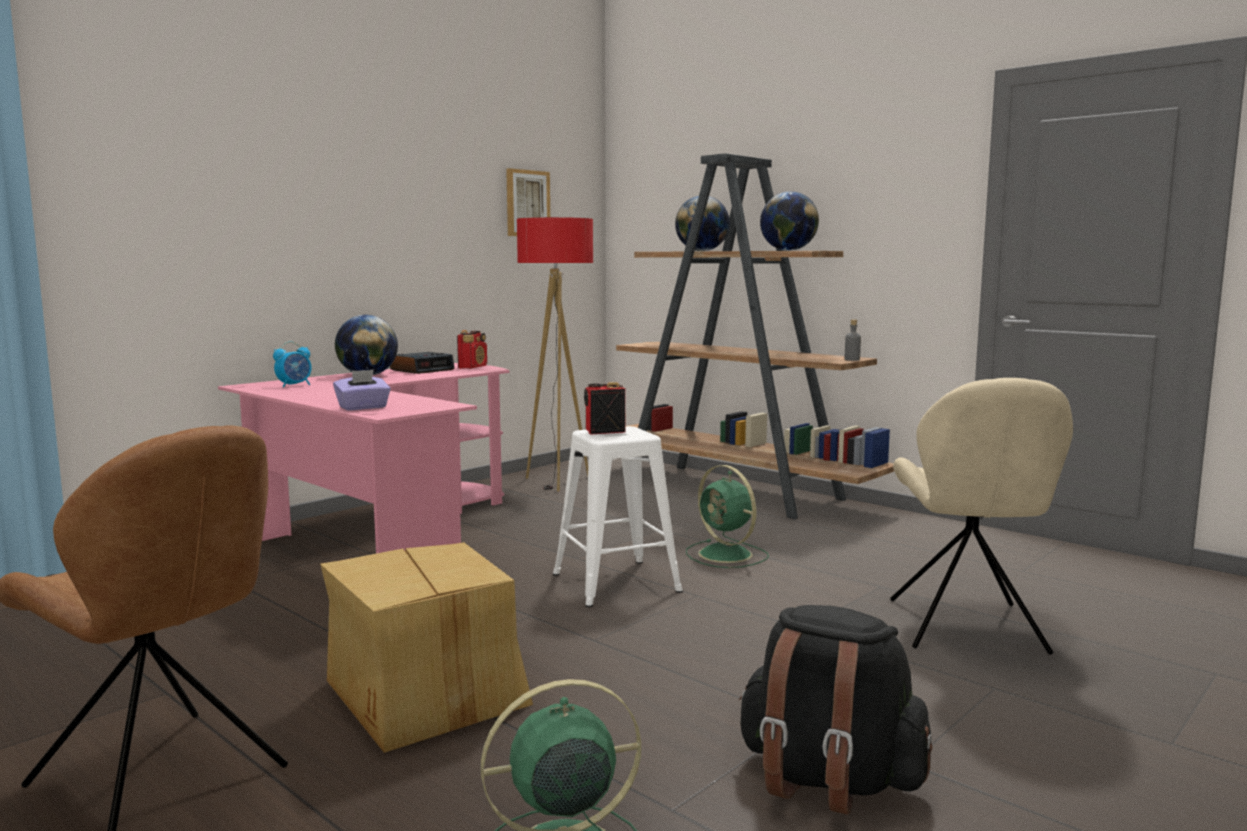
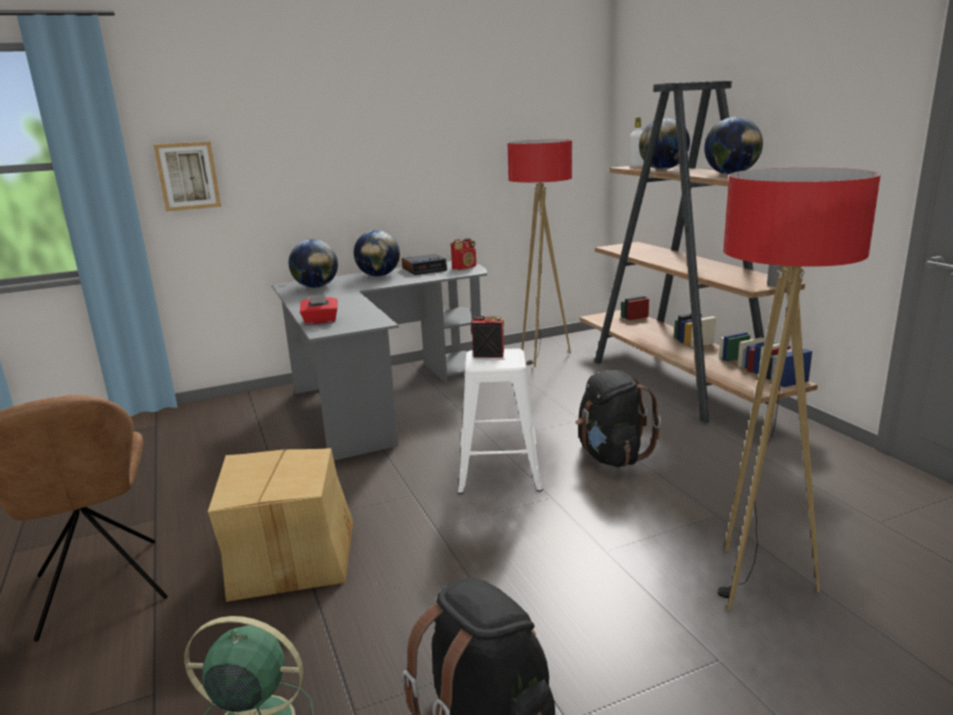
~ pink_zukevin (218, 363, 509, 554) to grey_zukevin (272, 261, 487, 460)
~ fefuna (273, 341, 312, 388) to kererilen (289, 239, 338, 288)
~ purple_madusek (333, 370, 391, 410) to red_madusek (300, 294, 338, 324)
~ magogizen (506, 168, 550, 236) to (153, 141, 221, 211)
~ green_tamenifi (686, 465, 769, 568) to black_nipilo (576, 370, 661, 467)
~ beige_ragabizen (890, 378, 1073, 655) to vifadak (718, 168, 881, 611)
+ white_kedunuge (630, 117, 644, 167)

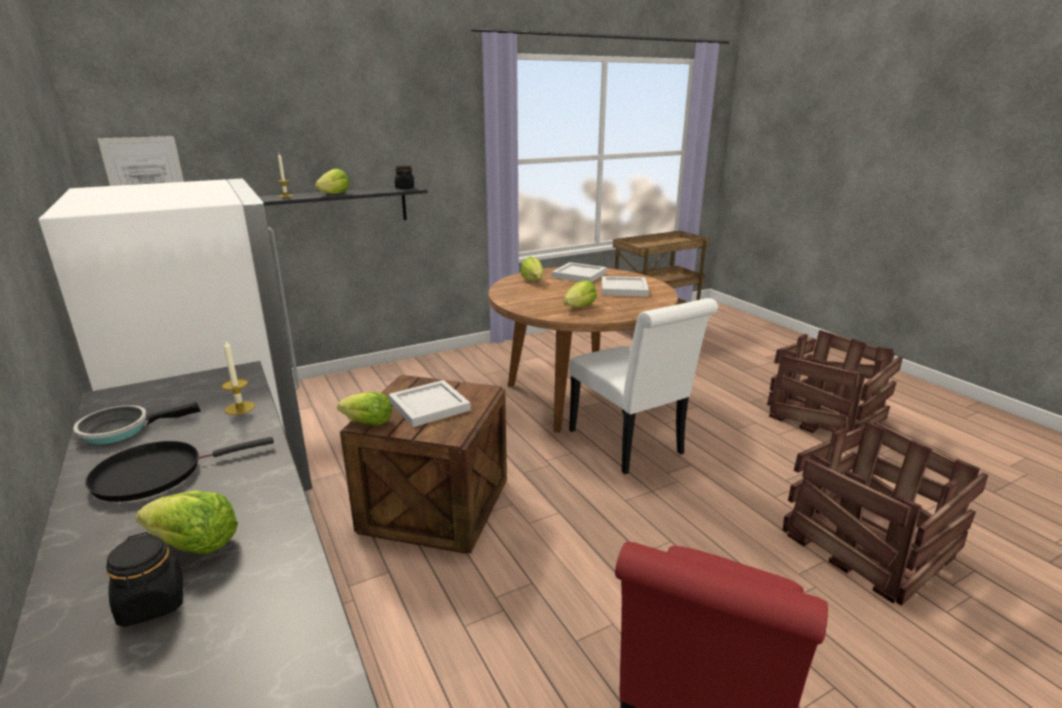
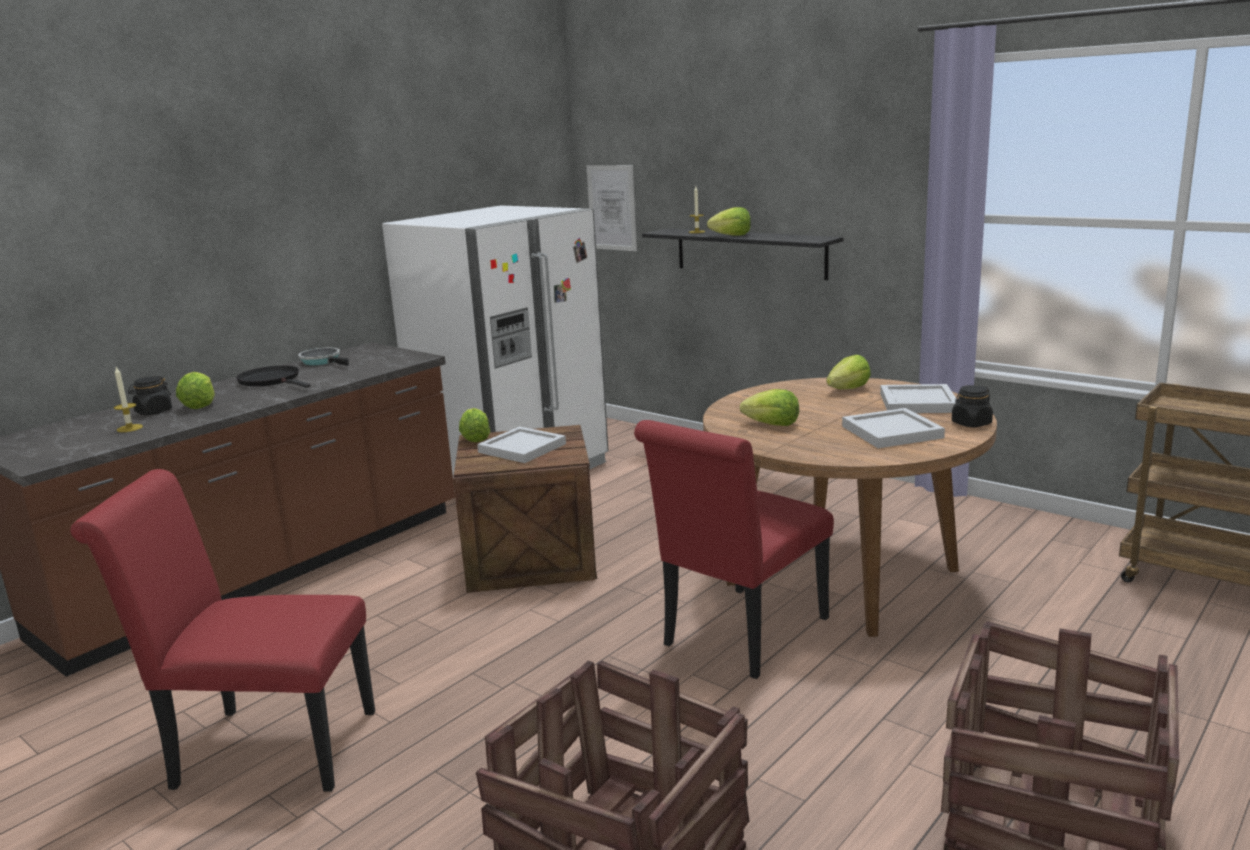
~ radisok (222, 339, 255, 415) to (114, 367, 143, 432)
~ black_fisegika (395, 165, 414, 189) to (952, 385, 993, 427)
~ white_ragabizen (569, 298, 718, 474) to red_ragabizen (634, 420, 834, 679)

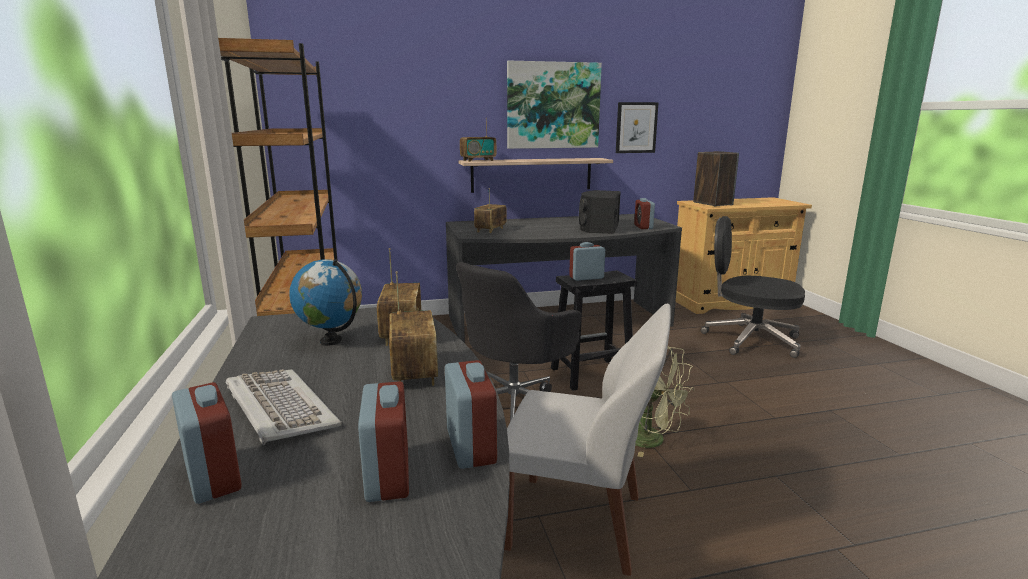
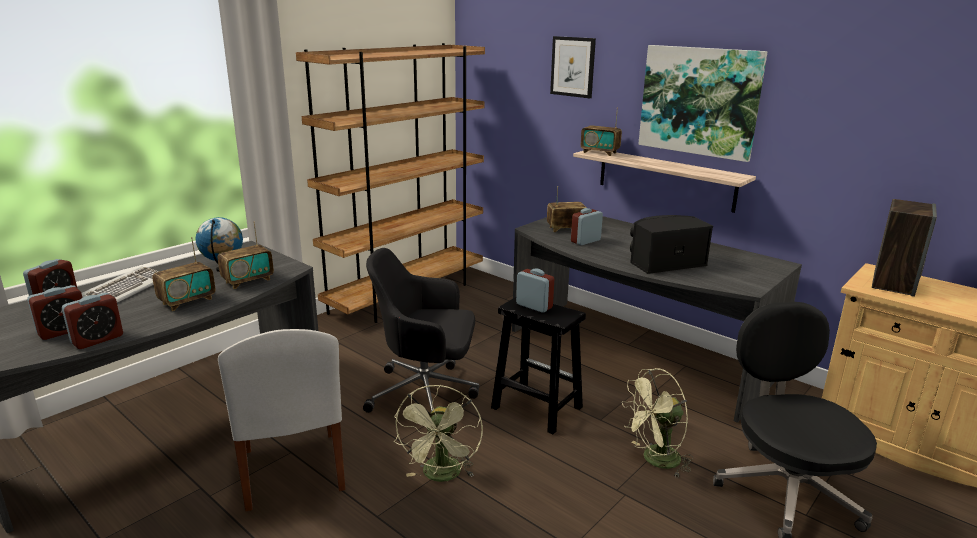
~ magogizen (616, 102, 659, 153) to (550, 36, 596, 98)
~ fefuna (634, 198, 655, 229) to (571, 208, 603, 245)
+ green_tamenifi (622, 368, 694, 477)

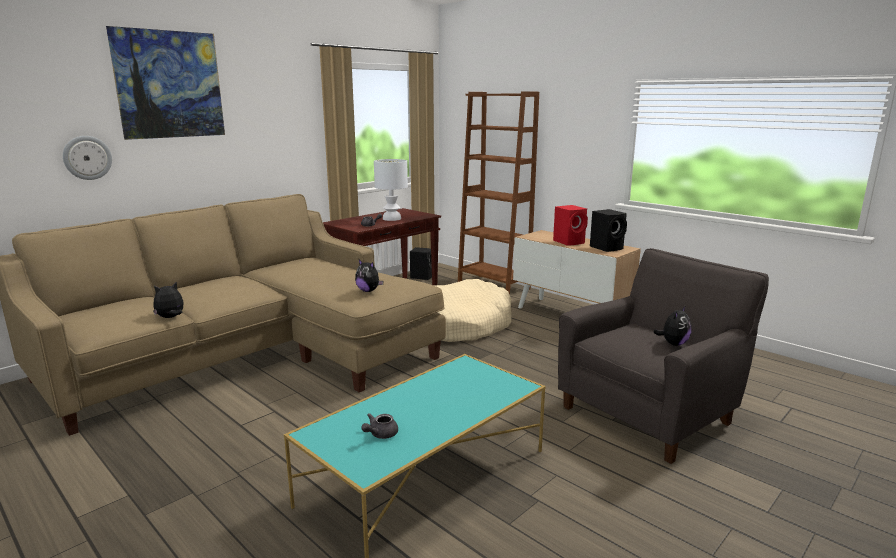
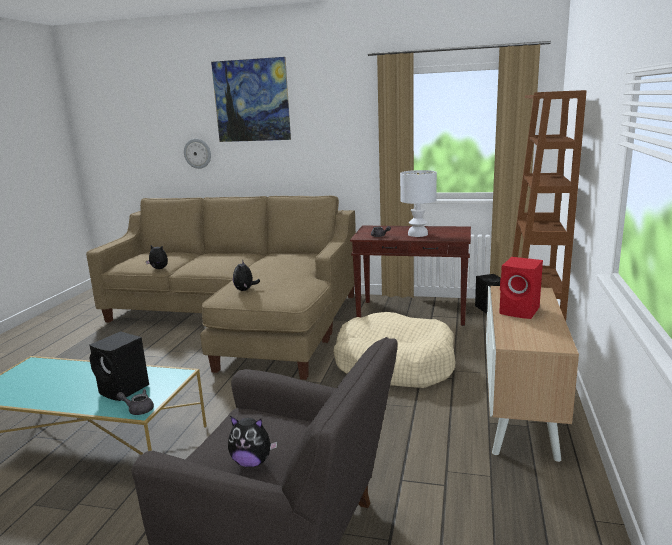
~ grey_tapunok (361, 413, 398, 439) to (116, 389, 154, 415)
~ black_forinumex (590, 209, 627, 252) to (89, 331, 149, 401)

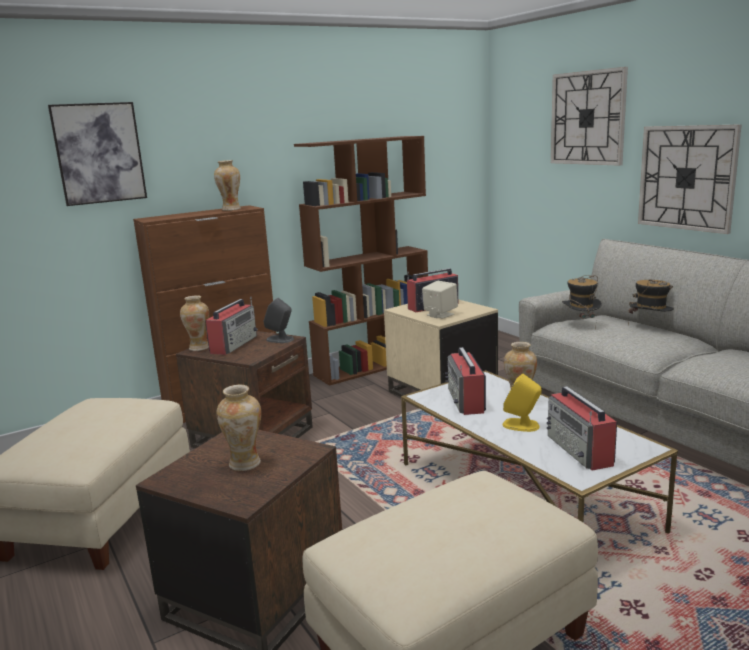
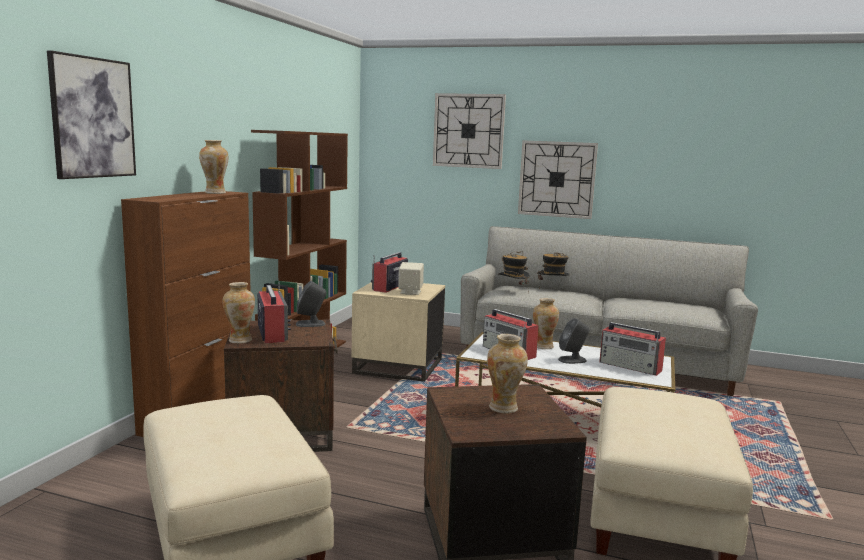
~ yellow_forinumex (502, 374, 542, 432) to grey_forinumex (558, 318, 590, 364)

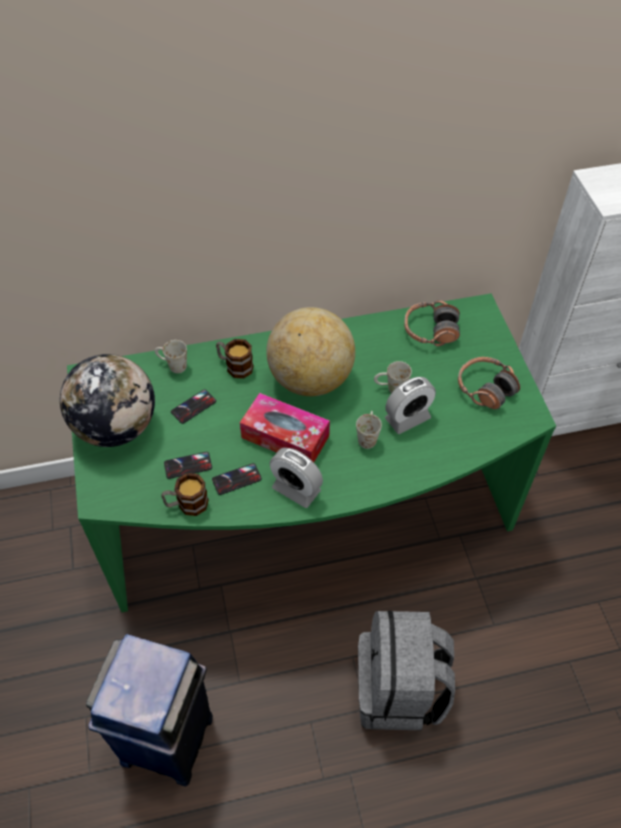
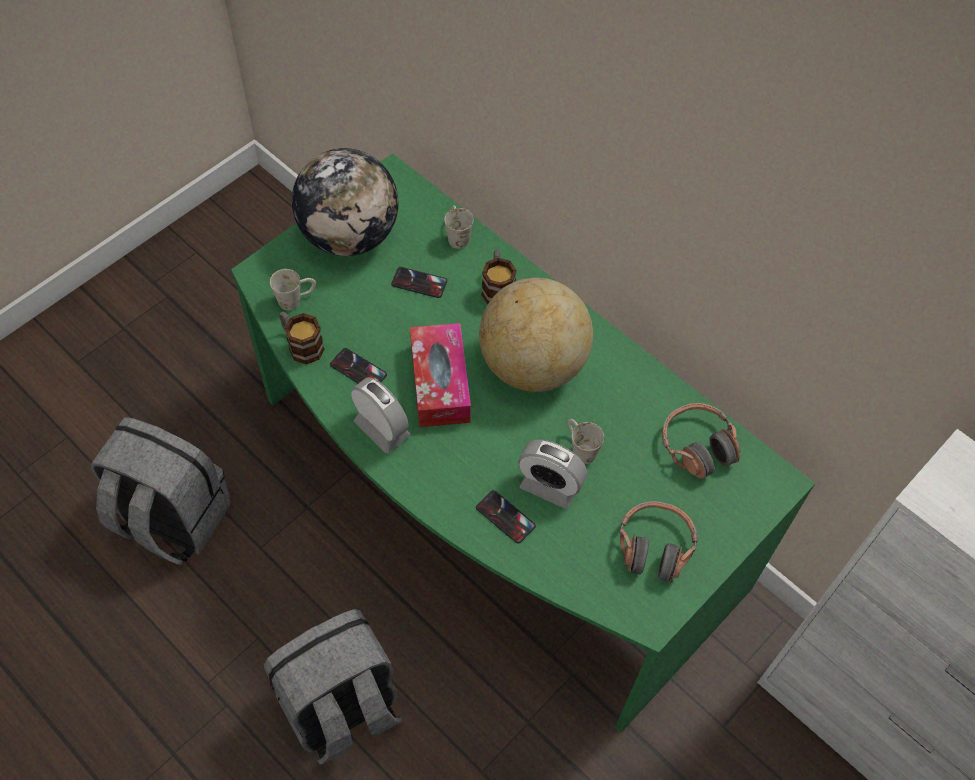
~ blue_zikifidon (86, 634, 213, 787) to grey_nipilo (91, 417, 231, 565)
~ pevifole (164, 452, 212, 479) to (476, 490, 536, 544)
~ fefuna (270, 448, 323, 508) = (352, 377, 410, 453) 135 degrees clockwise
~ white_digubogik (356, 411, 382, 449) to (270, 269, 316, 310)

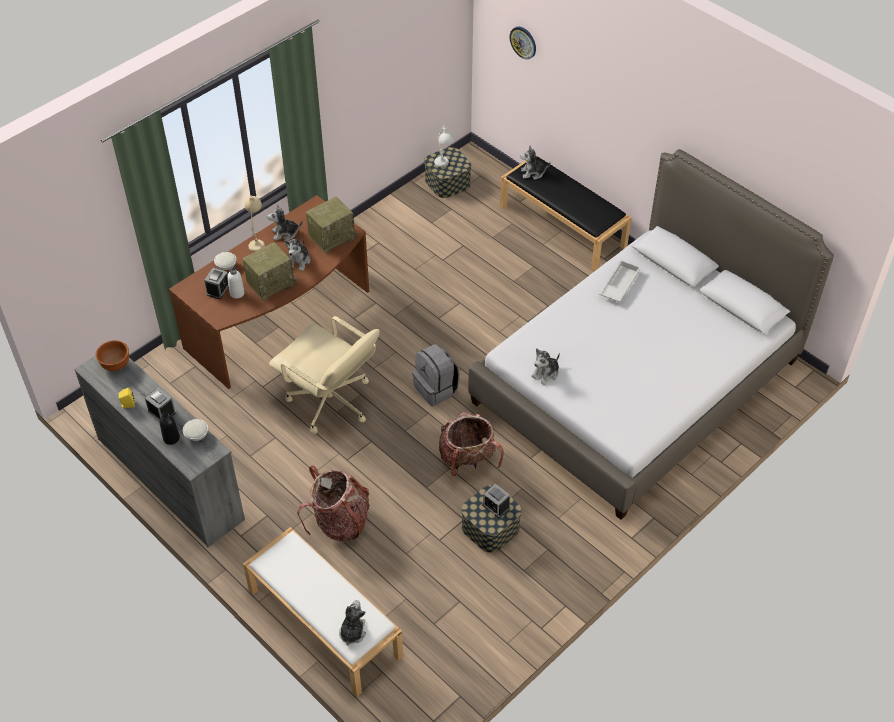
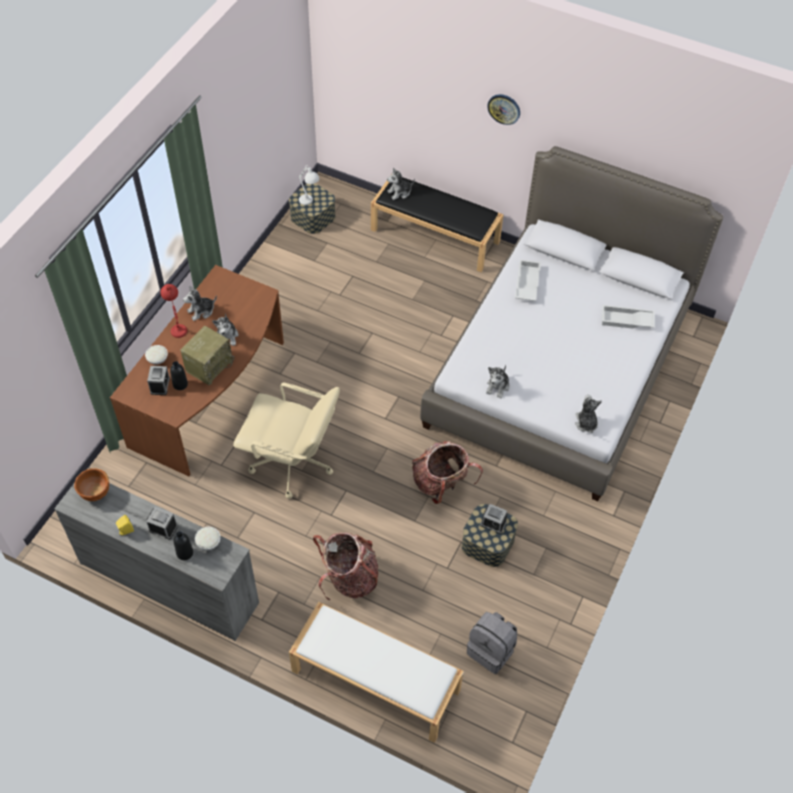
~ white_kedunuge (228, 267, 245, 299) to black_kedunuge (170, 361, 188, 390)
~ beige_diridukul (244, 195, 265, 252) to red_diridukul (161, 284, 187, 338)
- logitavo (306, 197, 357, 253)
~ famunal (339, 600, 366, 646) to (575, 395, 602, 433)
~ grey_nipilo (412, 344, 460, 406) to (467, 612, 517, 674)
~ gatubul (509, 27, 536, 59) to (487, 94, 520, 125)
+ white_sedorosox (602, 305, 655, 329)

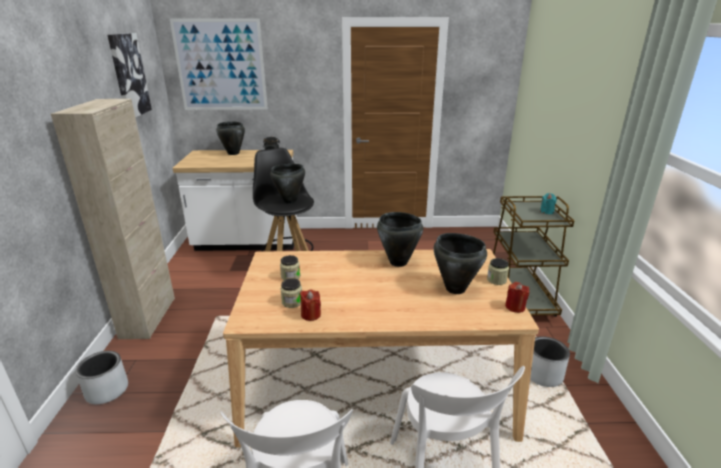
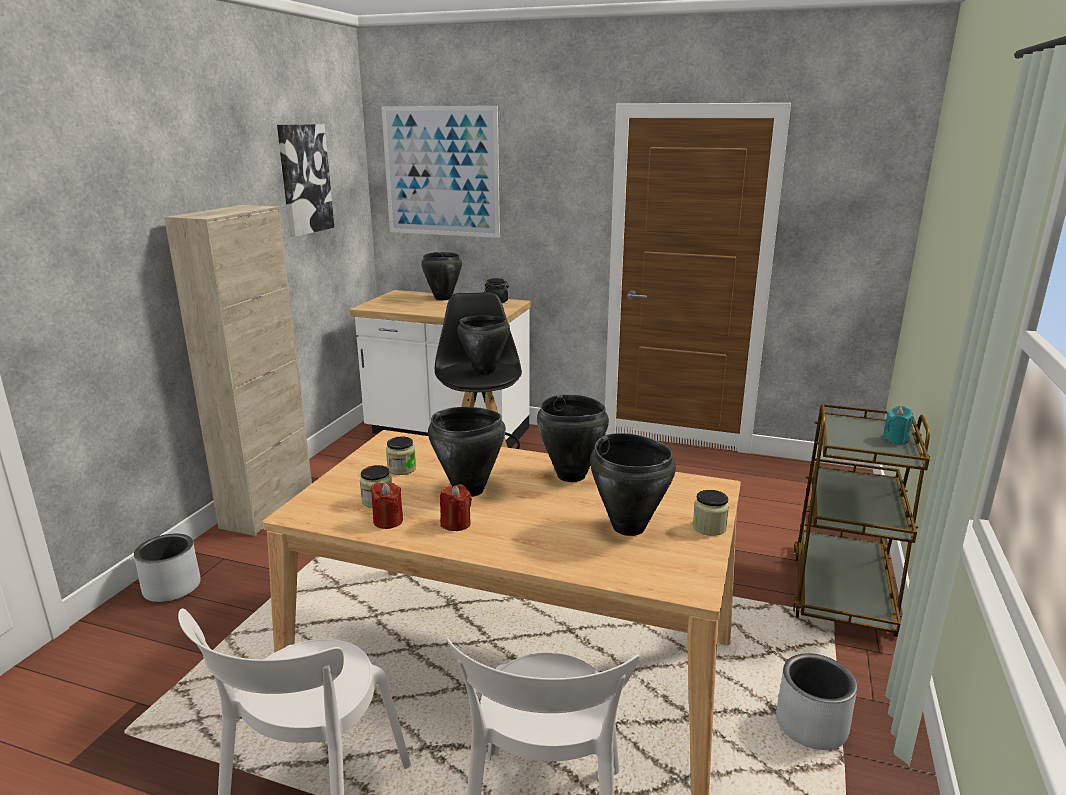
~ red_radisok (505, 282, 529, 313) to (440, 484, 472, 531)
+ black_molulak (428, 407, 506, 497)

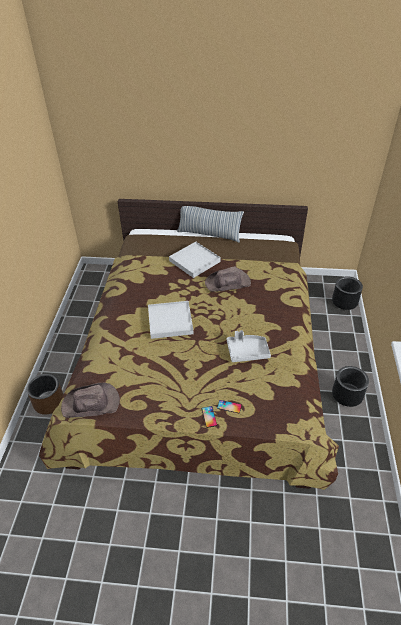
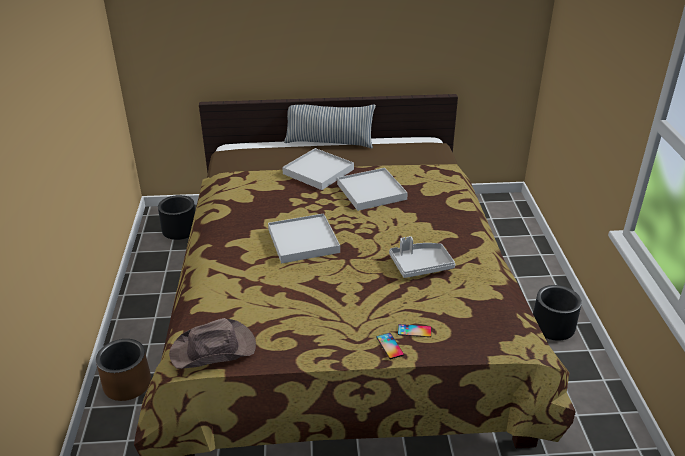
~ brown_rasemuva (205, 266, 251, 292) to white_sedorosox (337, 168, 408, 211)
~ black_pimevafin (332, 276, 363, 310) to (158, 195, 195, 240)

